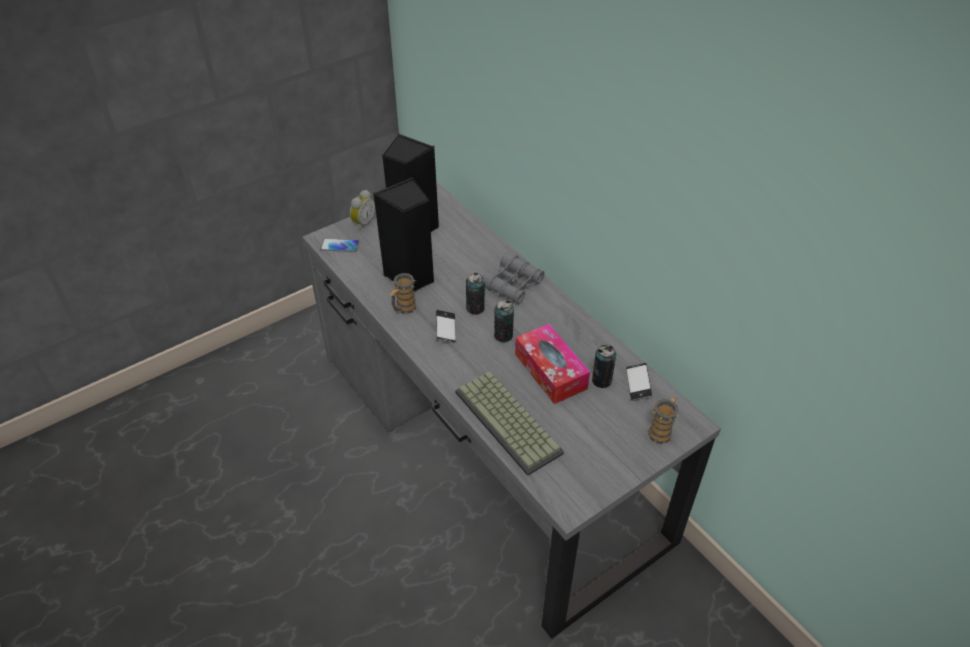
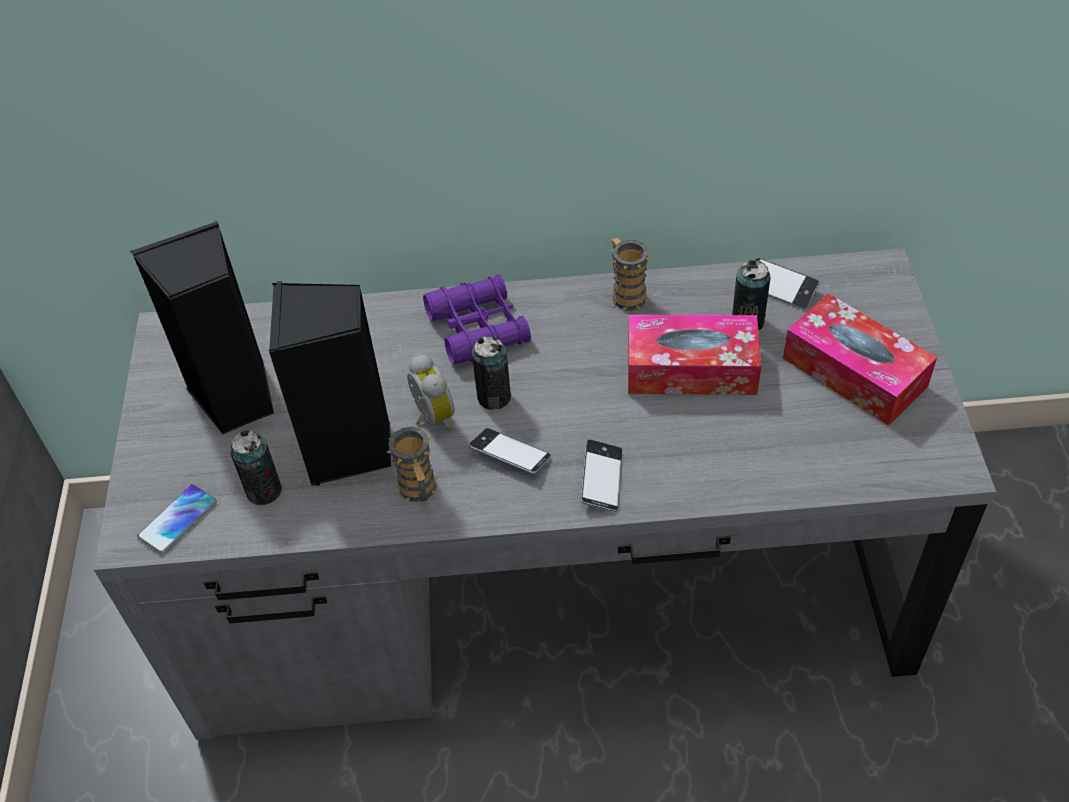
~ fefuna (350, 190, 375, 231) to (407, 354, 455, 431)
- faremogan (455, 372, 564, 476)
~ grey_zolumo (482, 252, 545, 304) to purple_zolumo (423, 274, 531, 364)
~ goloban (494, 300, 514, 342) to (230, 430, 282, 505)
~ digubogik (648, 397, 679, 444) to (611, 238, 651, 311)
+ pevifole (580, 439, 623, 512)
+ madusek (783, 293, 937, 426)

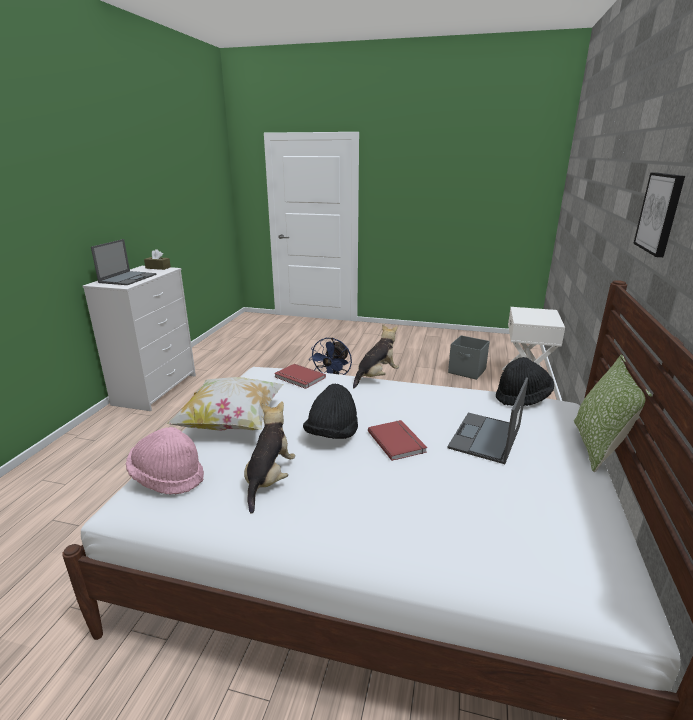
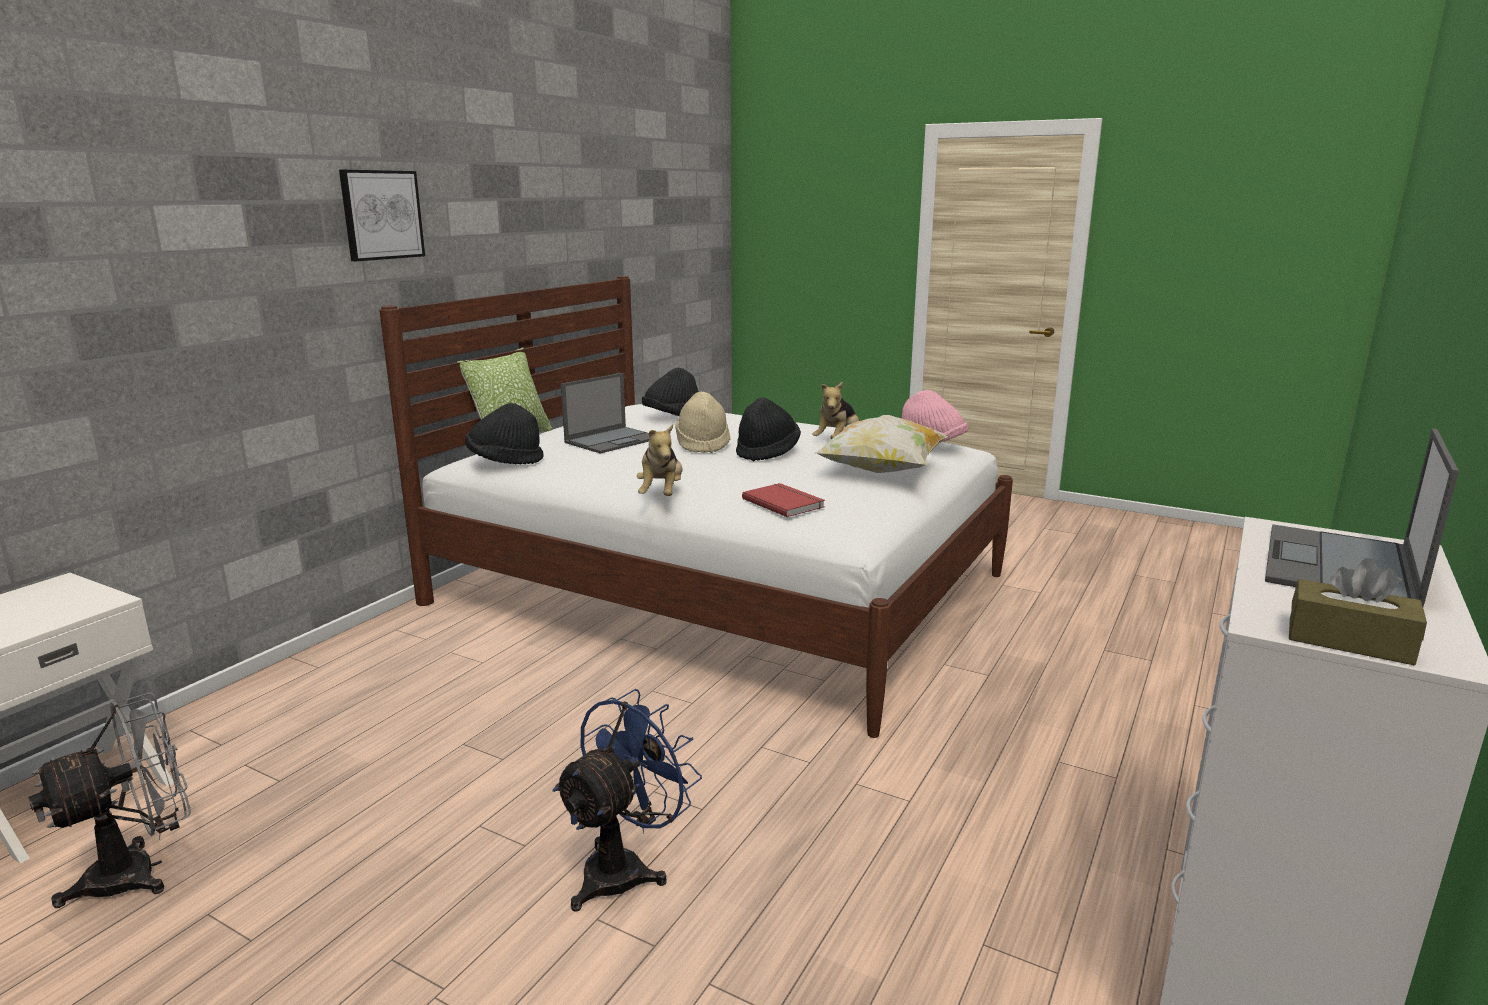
~ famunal (353, 324, 399, 388) = (637, 424, 683, 496) 60 degrees counterclockwise
~ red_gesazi (368, 420, 427, 461) to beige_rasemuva (675, 392, 730, 453)
~ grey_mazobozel (448, 335, 490, 380) to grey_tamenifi (28, 693, 191, 908)
+ black_rasemuva (642, 367, 699, 416)

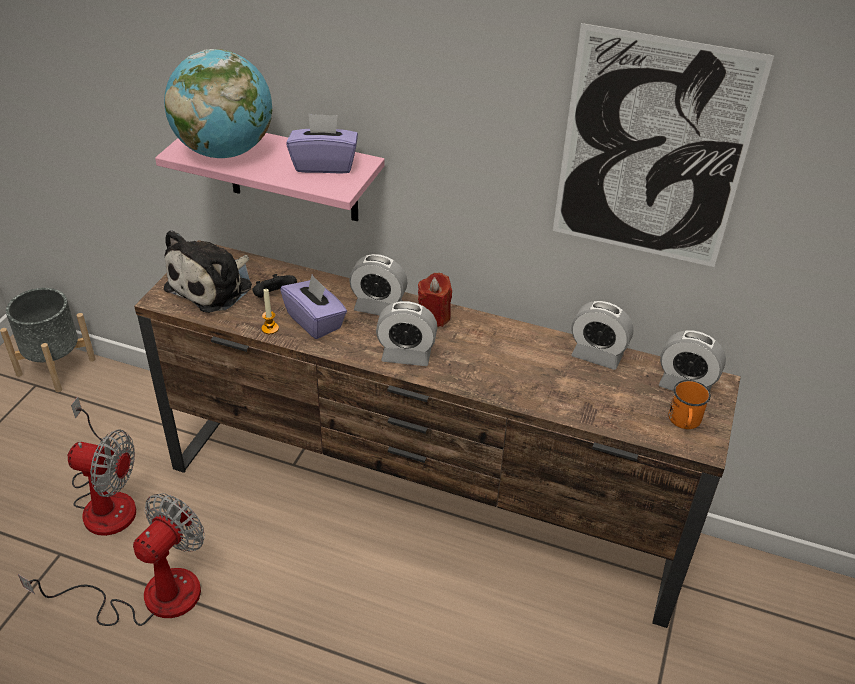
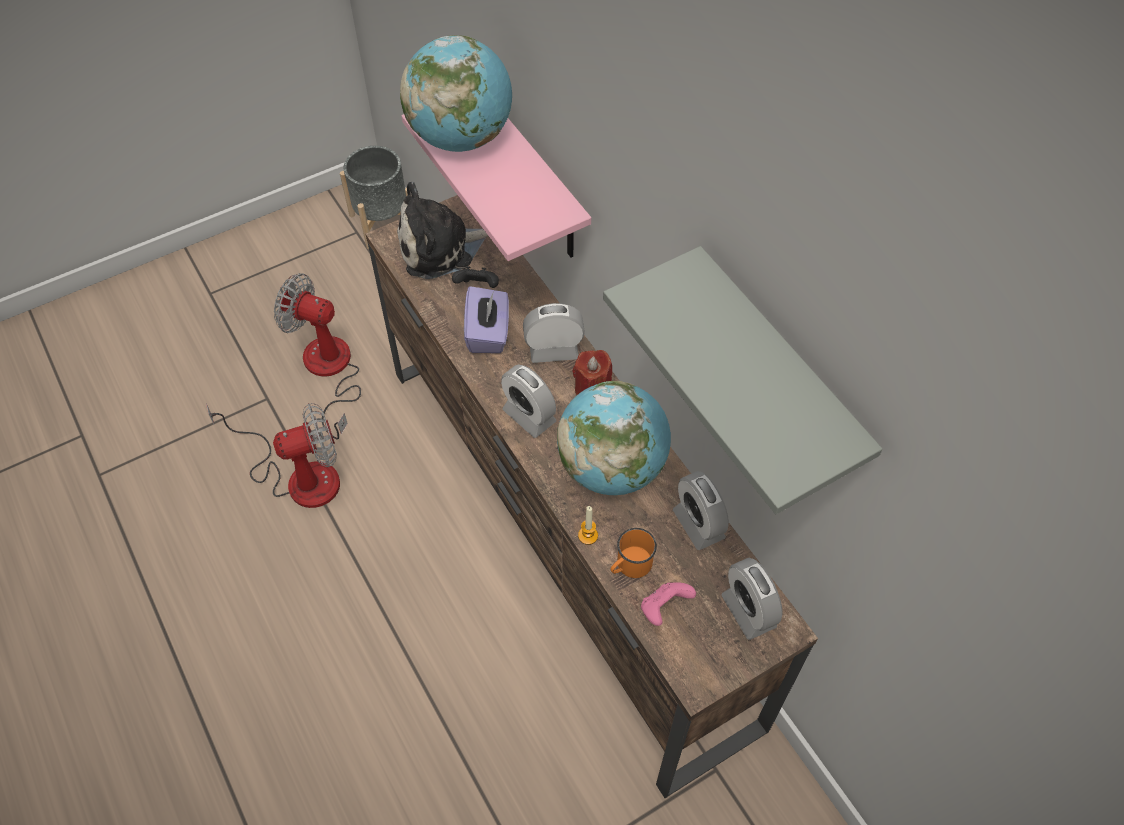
~ tamenifi (68, 396, 136, 536) = (274, 273, 361, 440) 150 degrees clockwise
~ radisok (261, 289, 279, 334) to (578, 506, 598, 545)
- purple_madusek (286, 113, 358, 174)
~ fefuna (349, 254, 408, 315) = (523, 303, 585, 363) 120 degrees clockwise
~ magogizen (553, 23, 774, 267) to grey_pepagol (603, 246, 883, 514)
~ orange_digubogik (668, 380, 711, 429) to (610, 528, 657, 578)
+ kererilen (557, 381, 671, 495)
+ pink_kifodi (641, 582, 696, 626)

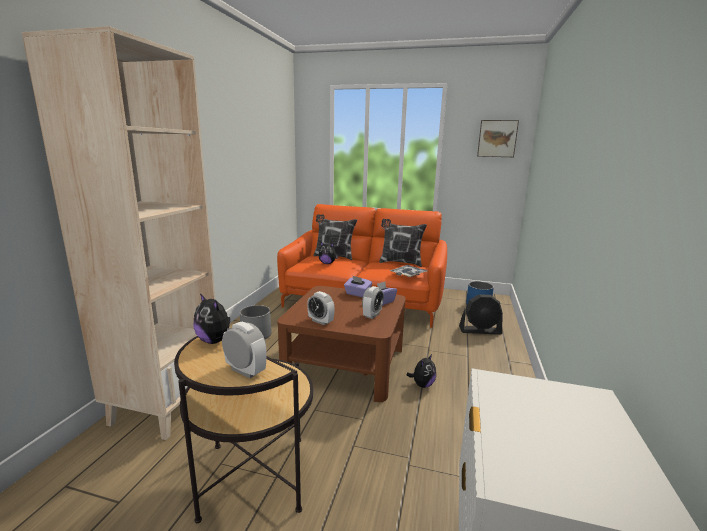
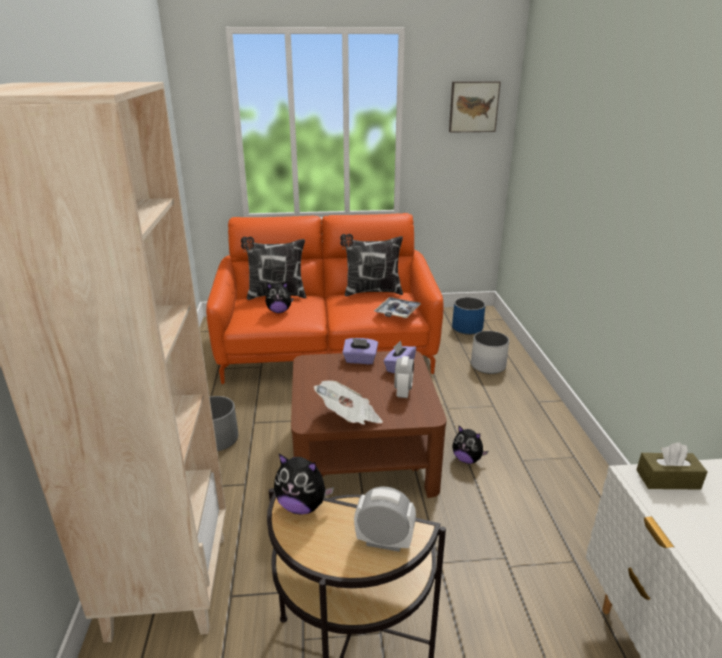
~ fefuna (307, 291, 335, 325) to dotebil (314, 380, 383, 425)
~ famunal (407, 354, 436, 388) = (452, 426, 488, 464) 105 degrees clockwise
~ black_tamenifi (459, 294, 503, 335) to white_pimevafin (471, 331, 509, 374)
+ brown_madusek (637, 442, 707, 489)

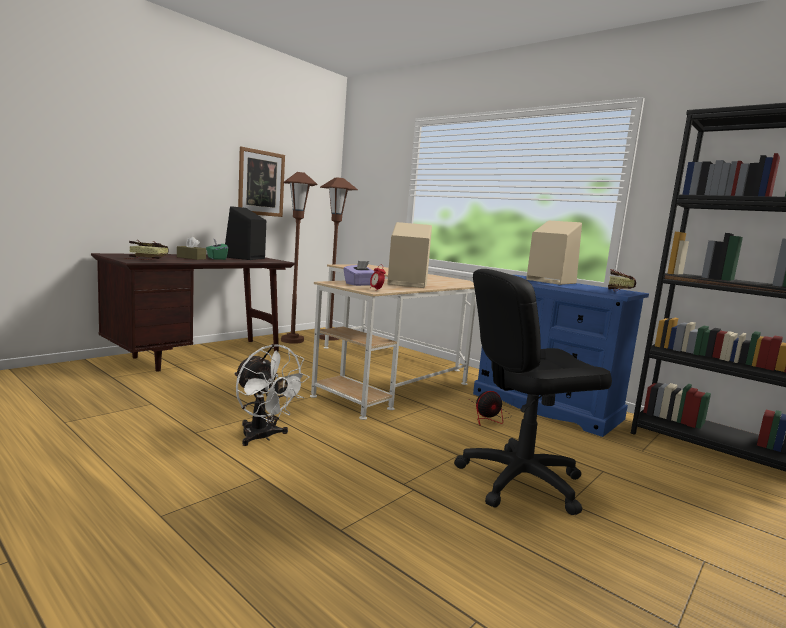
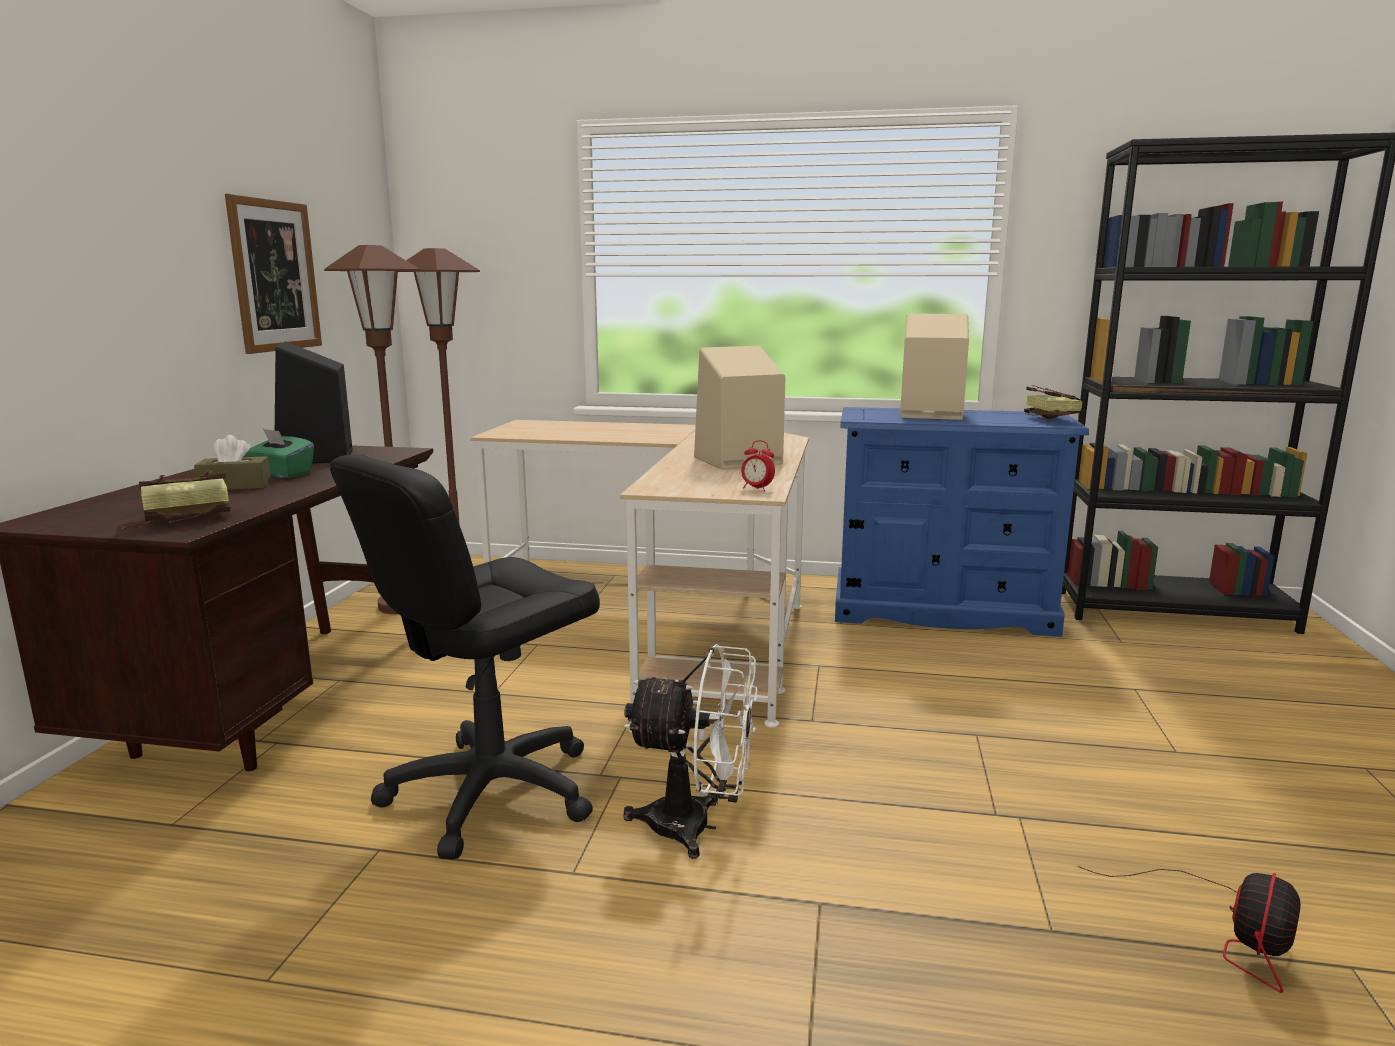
- purple_madusek (344, 261, 375, 286)
~ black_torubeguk (454, 269, 612, 515) to (330, 454, 600, 860)
~ tamenifi (470, 391, 511, 426) to (1077, 866, 1301, 993)

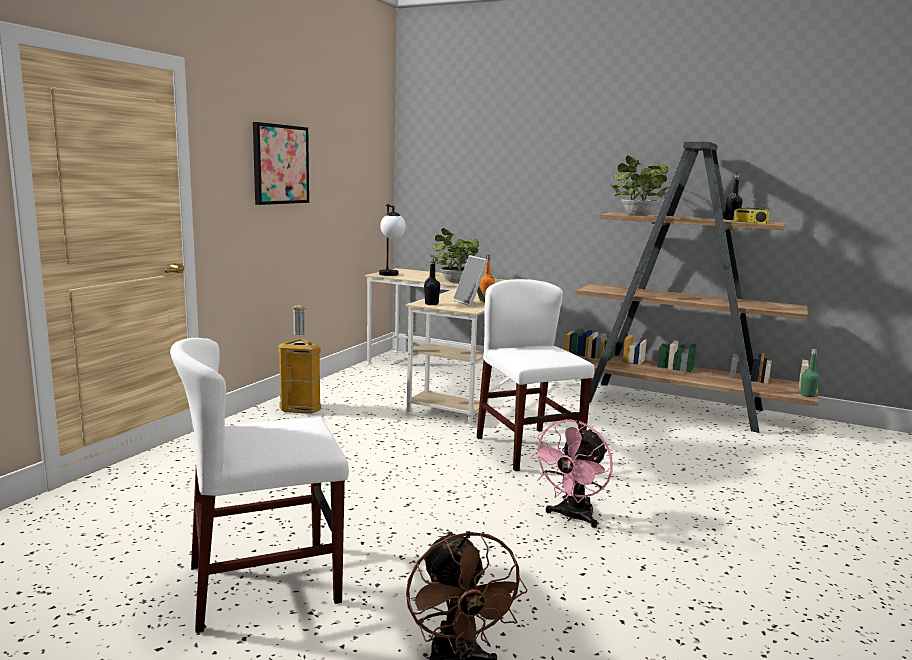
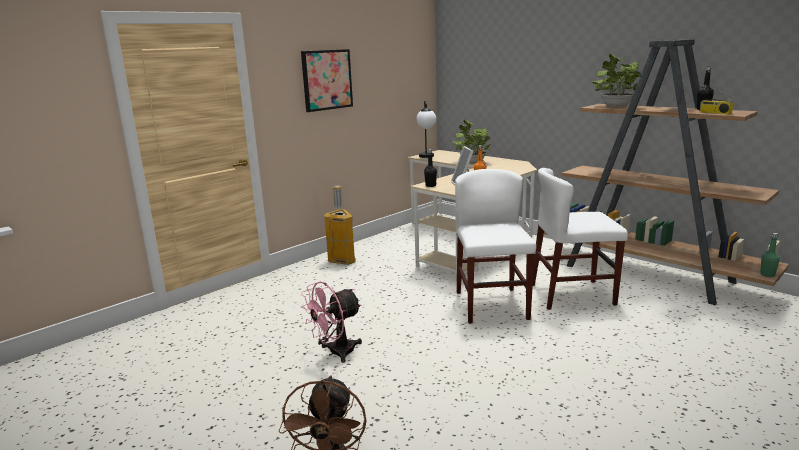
~ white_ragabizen (170, 338, 349, 633) to (533, 168, 628, 310)
~ pink_tamenifi (531, 419, 612, 528) to (301, 281, 362, 363)

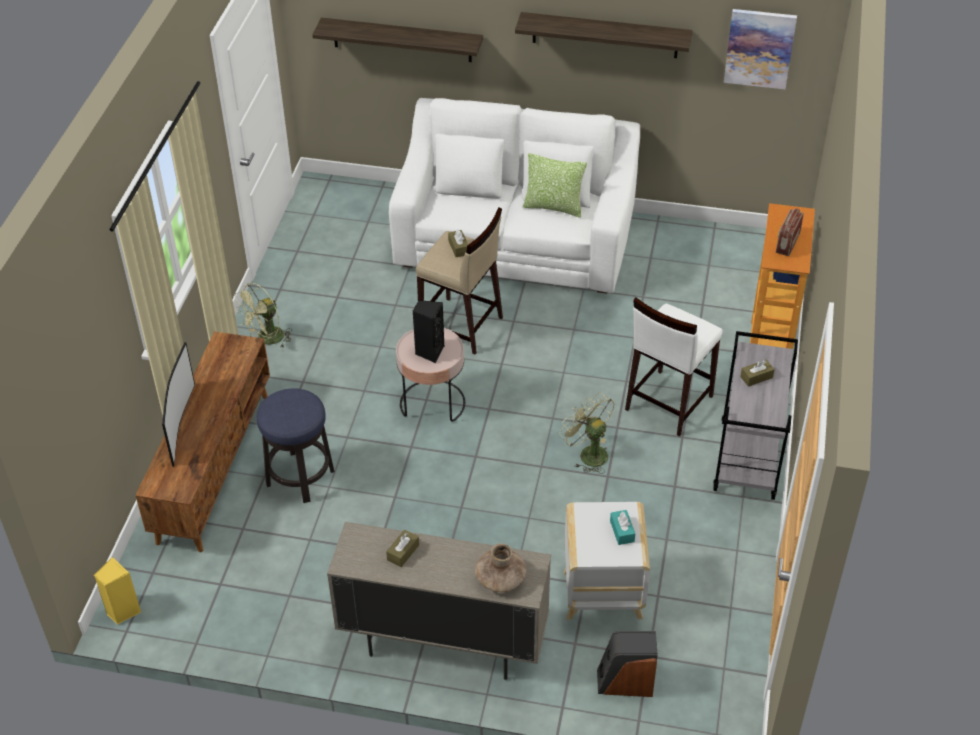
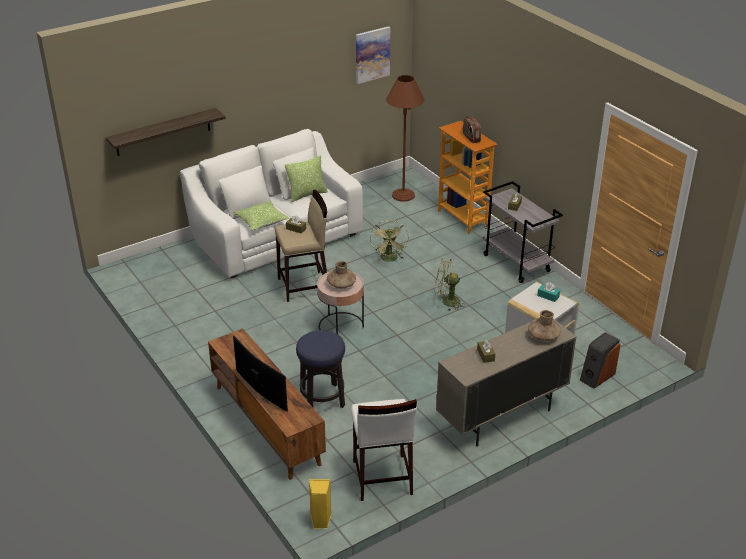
~ green_tamenifi (235, 283, 292, 349) to (370, 220, 409, 262)
~ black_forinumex (413, 300, 444, 363) to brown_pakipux (327, 261, 356, 289)
- pepagol (515, 12, 693, 58)
~ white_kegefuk (625, 298, 722, 437) to (351, 399, 417, 501)
+ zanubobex (234, 201, 289, 231)
+ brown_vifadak (386, 75, 425, 202)

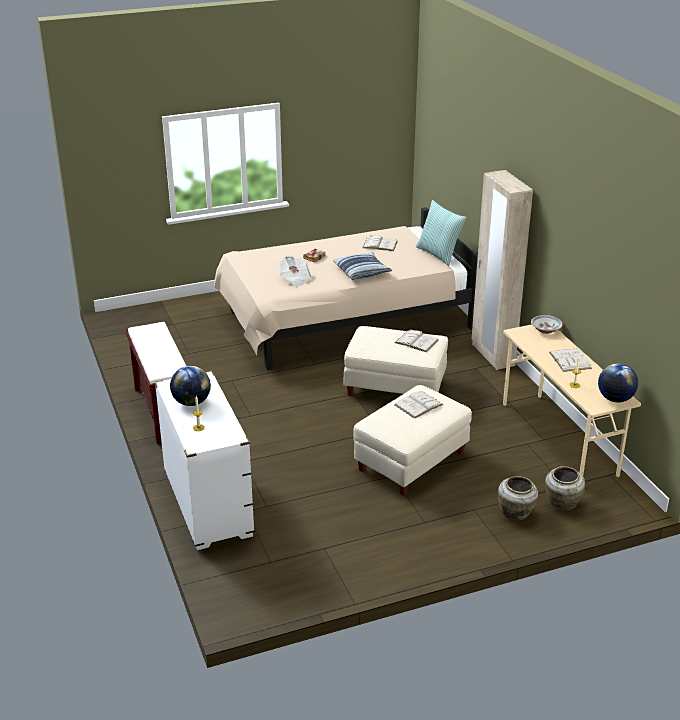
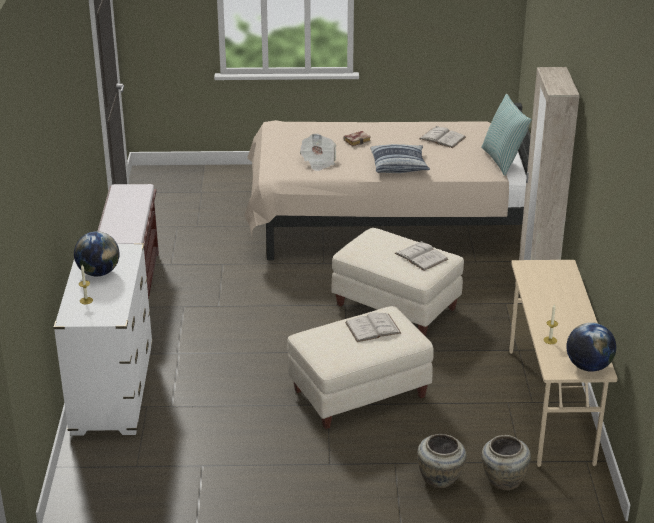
- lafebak (531, 315, 563, 334)
- white_gesazi (549, 349, 592, 372)

